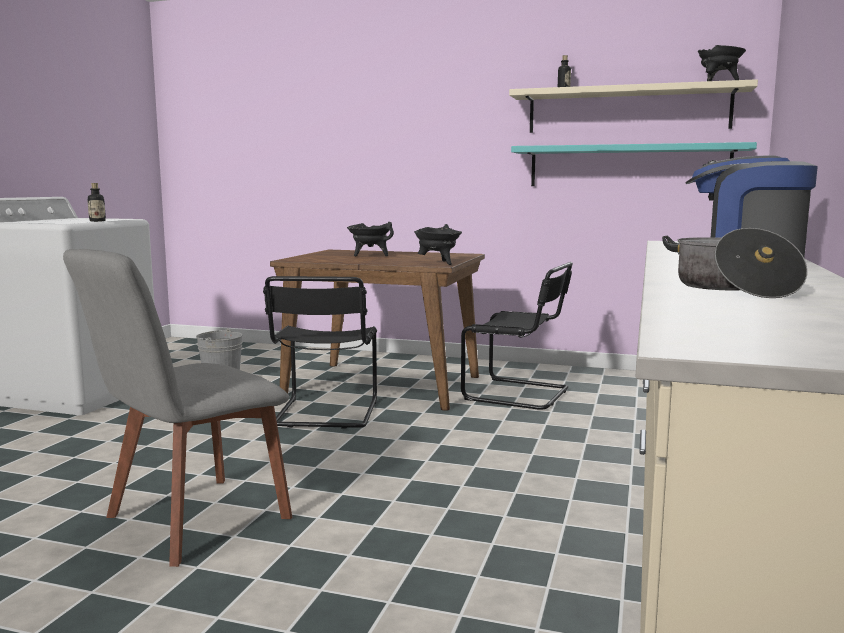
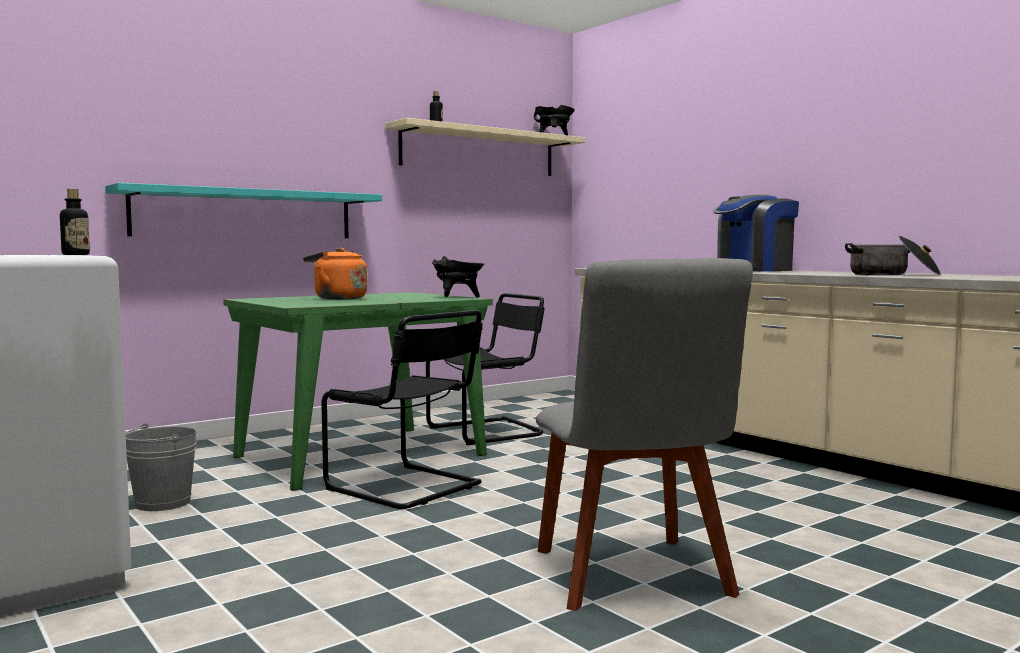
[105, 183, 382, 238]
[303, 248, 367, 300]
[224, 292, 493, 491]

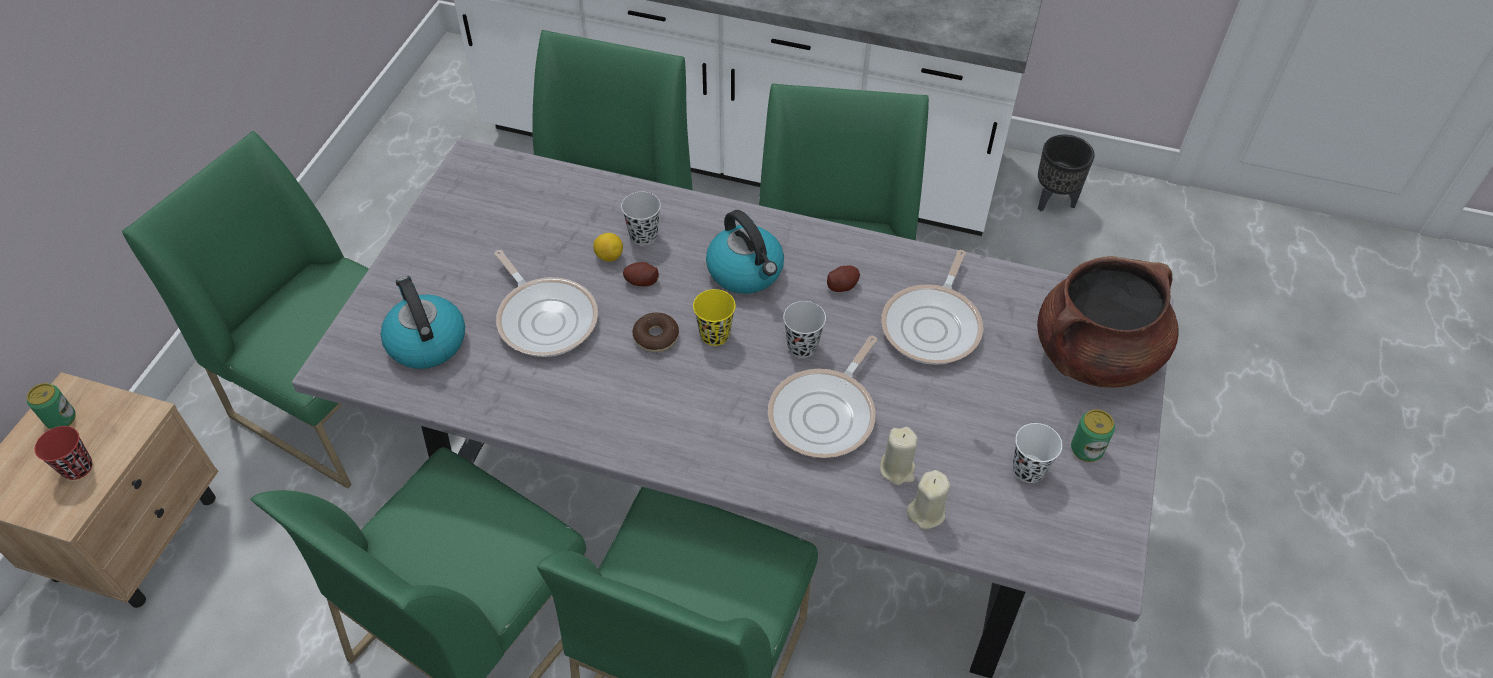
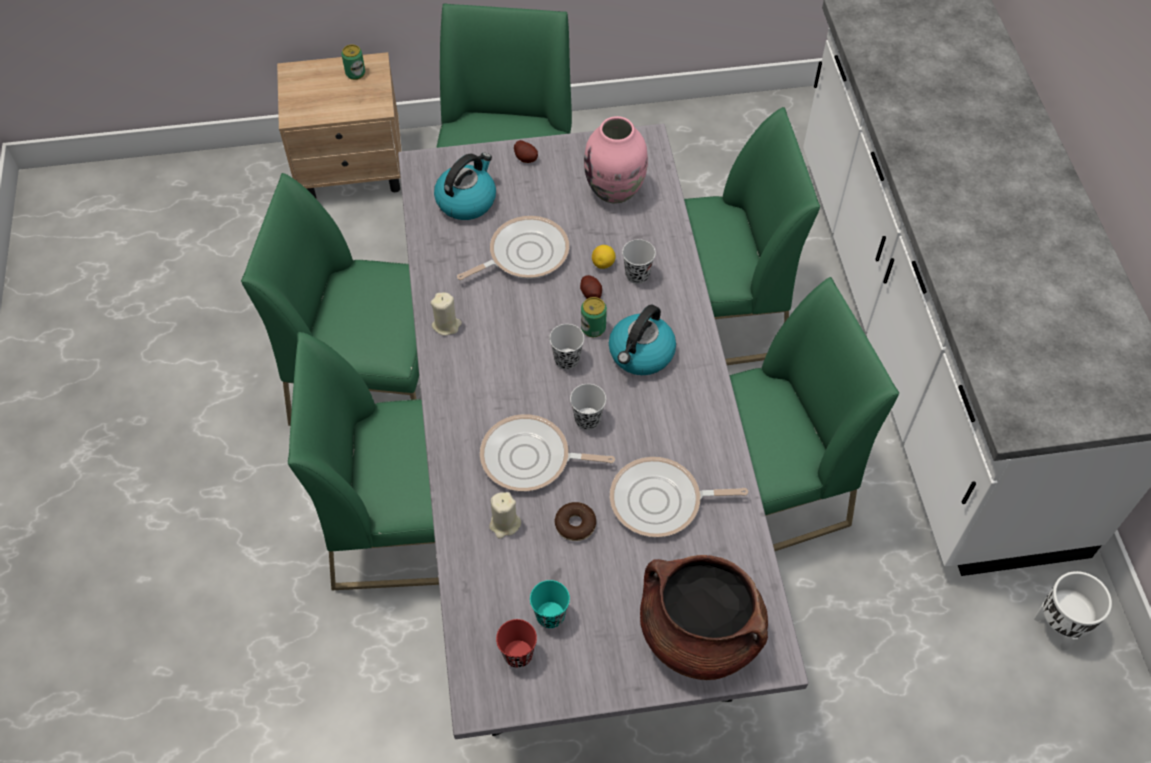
[584, 116, 648, 204]
[496, 619, 537, 668]
[554, 502, 596, 541]
[514, 140, 538, 163]
[431, 293, 462, 336]
[581, 297, 607, 337]
[549, 324, 584, 370]
[530, 580, 570, 628]
[1034, 571, 1112, 650]
[457, 216, 569, 280]

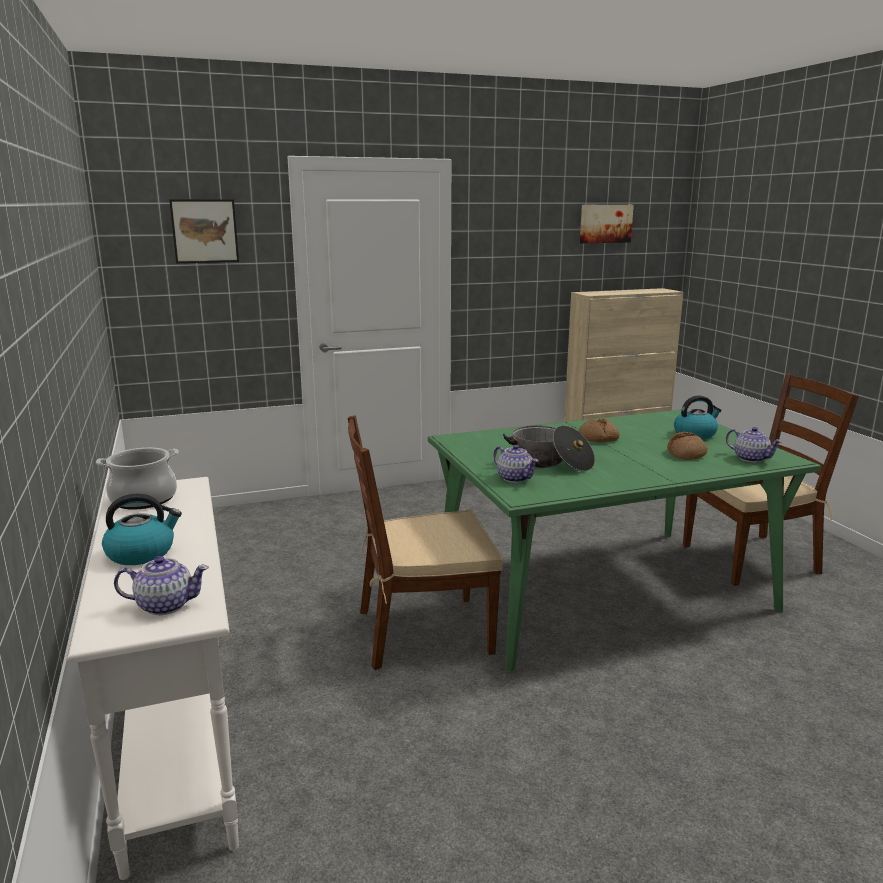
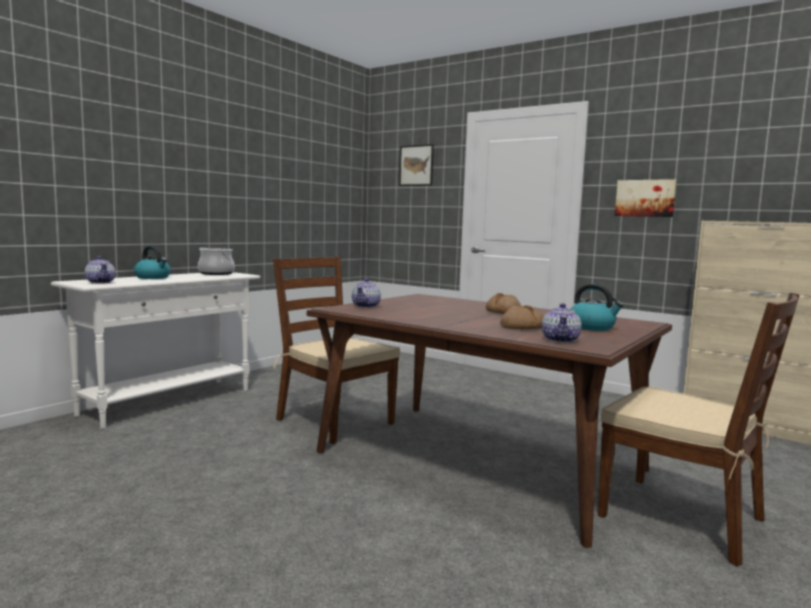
[503, 425, 595, 472] (first image)
[615, 179, 677, 217]
[307, 294, 672, 548]

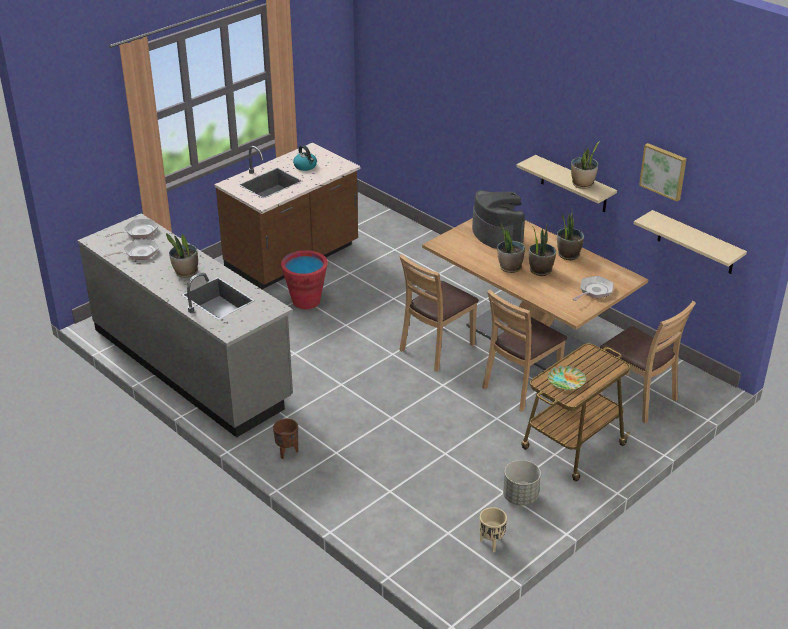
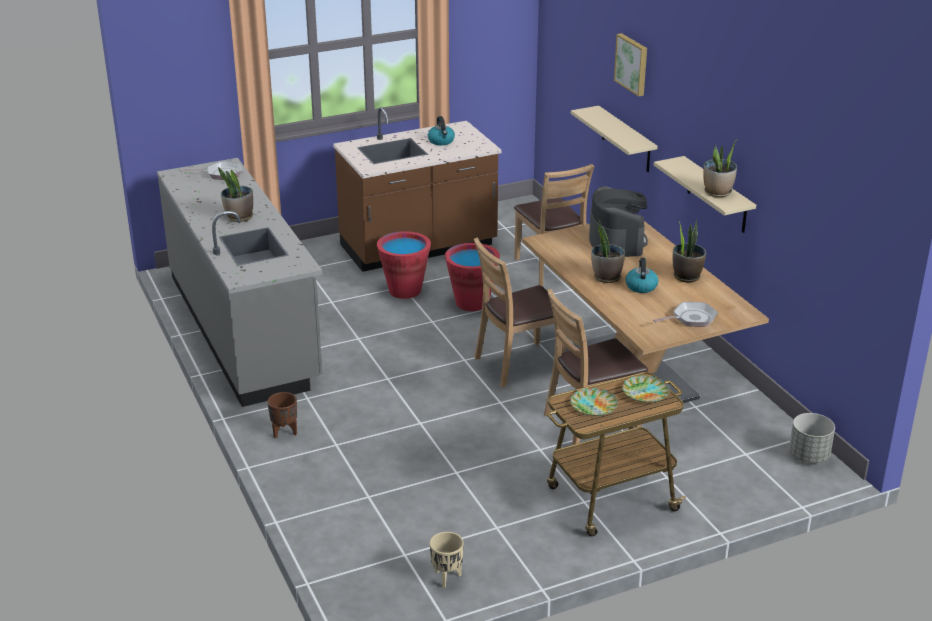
[103, 240, 159, 260] (first image)
[445, 243, 500, 311]
[622, 375, 670, 403]
[789, 413, 835, 463]
[514, 164, 595, 287]
[571, 106, 658, 172]
[614, 33, 647, 97]
[625, 258, 658, 293]

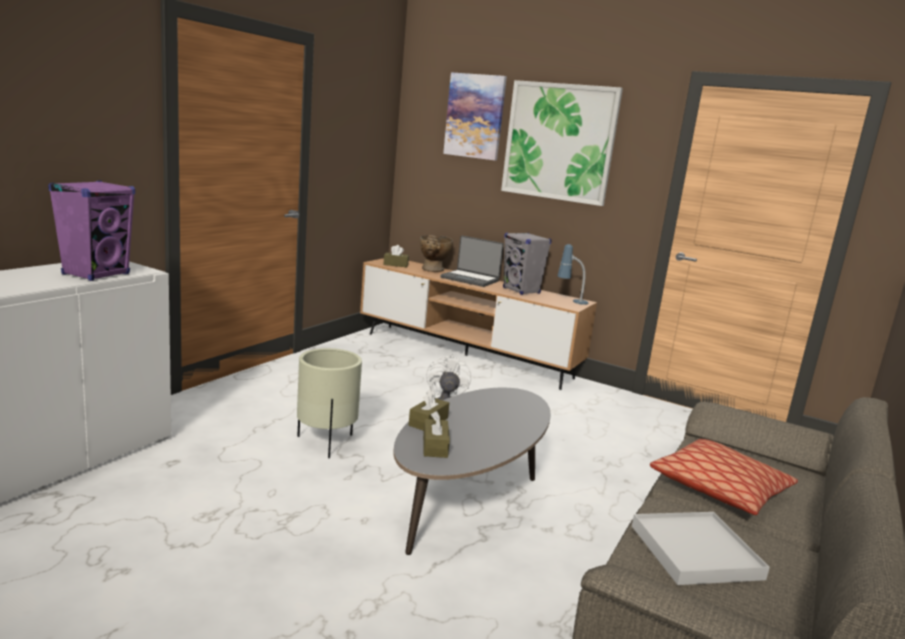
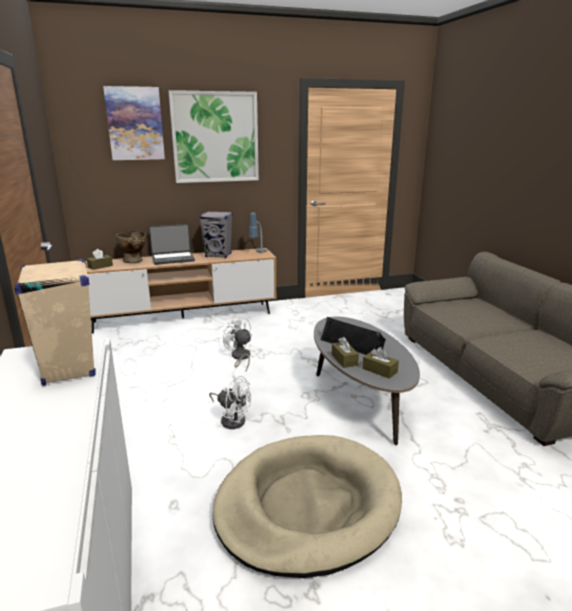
[632, 512, 770, 585] (first image)
[650, 439, 798, 515] (first image)
[213, 435, 402, 578]
[320, 317, 386, 355]
[209, 375, 251, 429]
[14, 259, 96, 386]

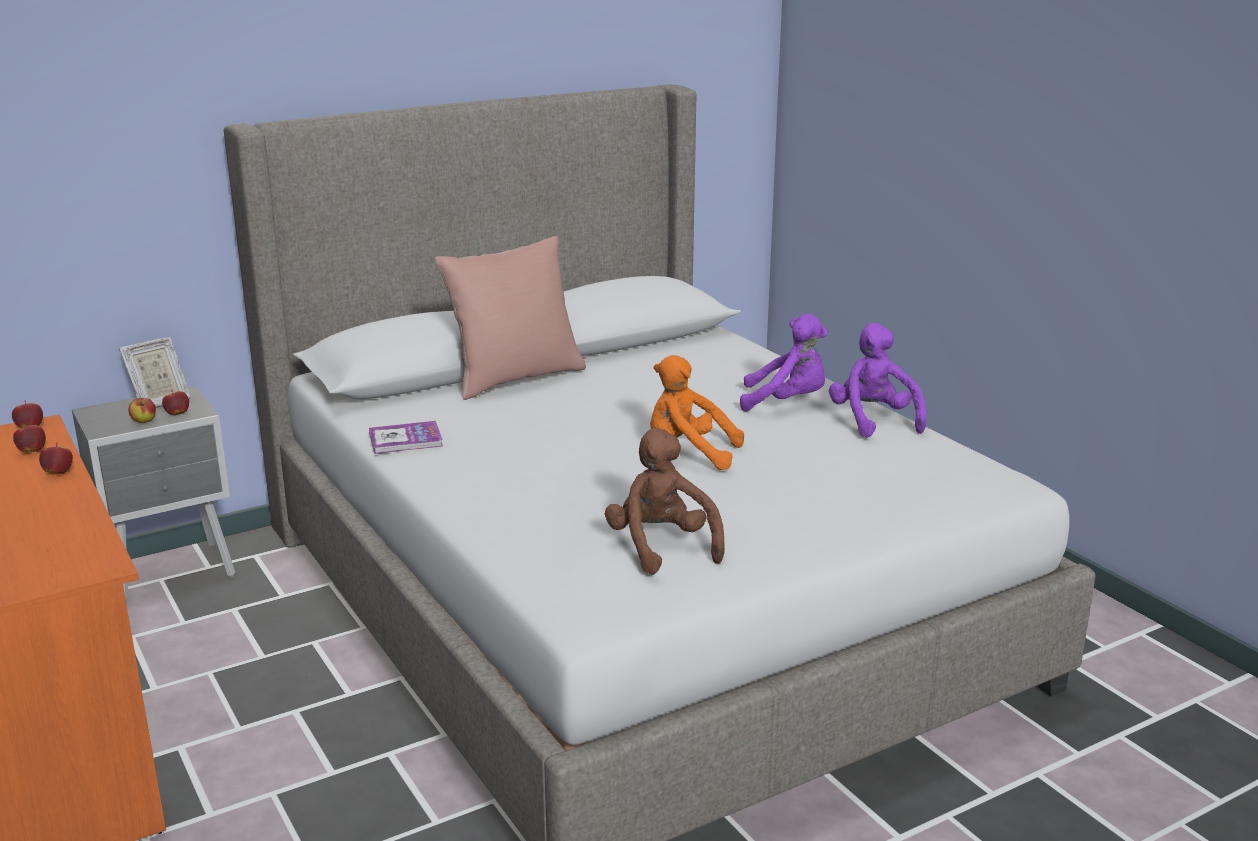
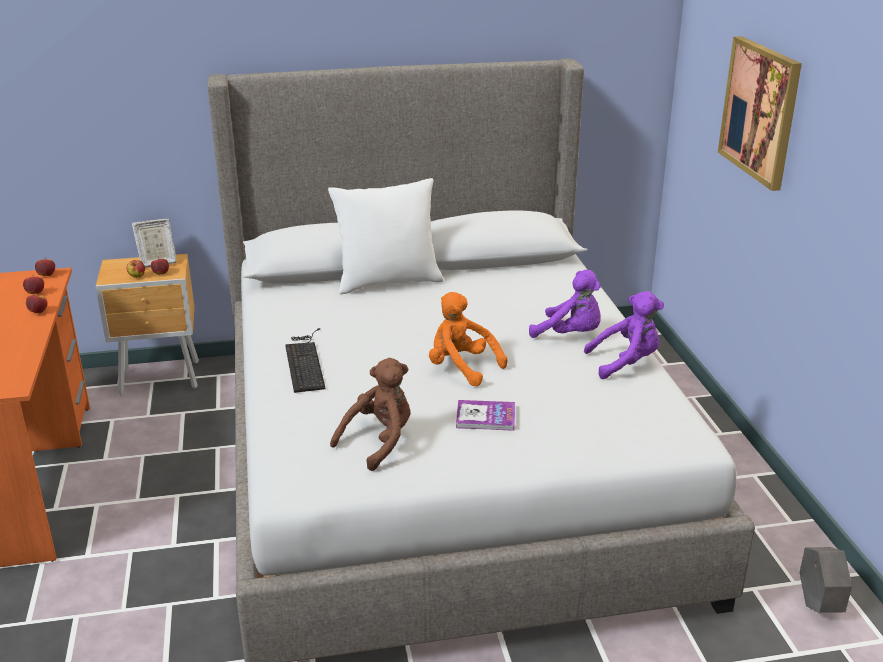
[285, 328, 326, 393]
[718, 36, 802, 191]
[800, 547, 852, 613]
[456, 400, 515, 431]
[96, 254, 199, 395]
[328, 178, 444, 295]
[330, 358, 411, 471]
[584, 291, 664, 379]

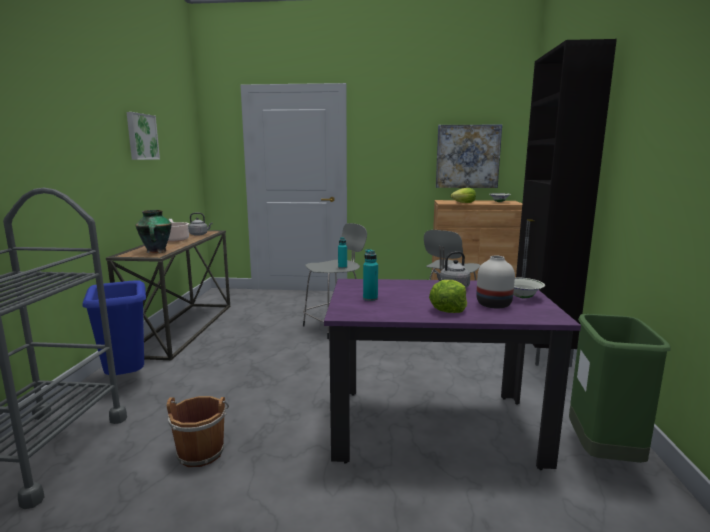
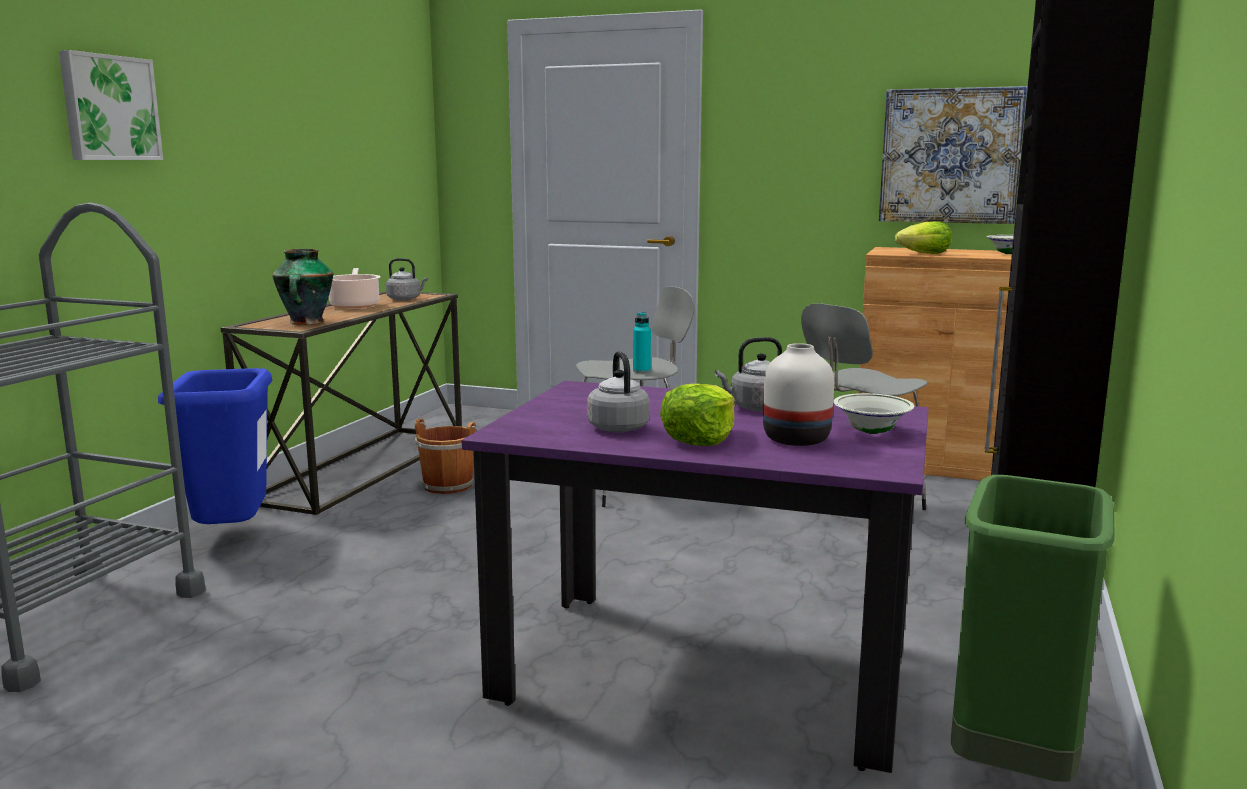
[363, 249, 378, 301] (first image)
[587, 351, 650, 432]
[59, 50, 163, 160]
[415, 419, 478, 494]

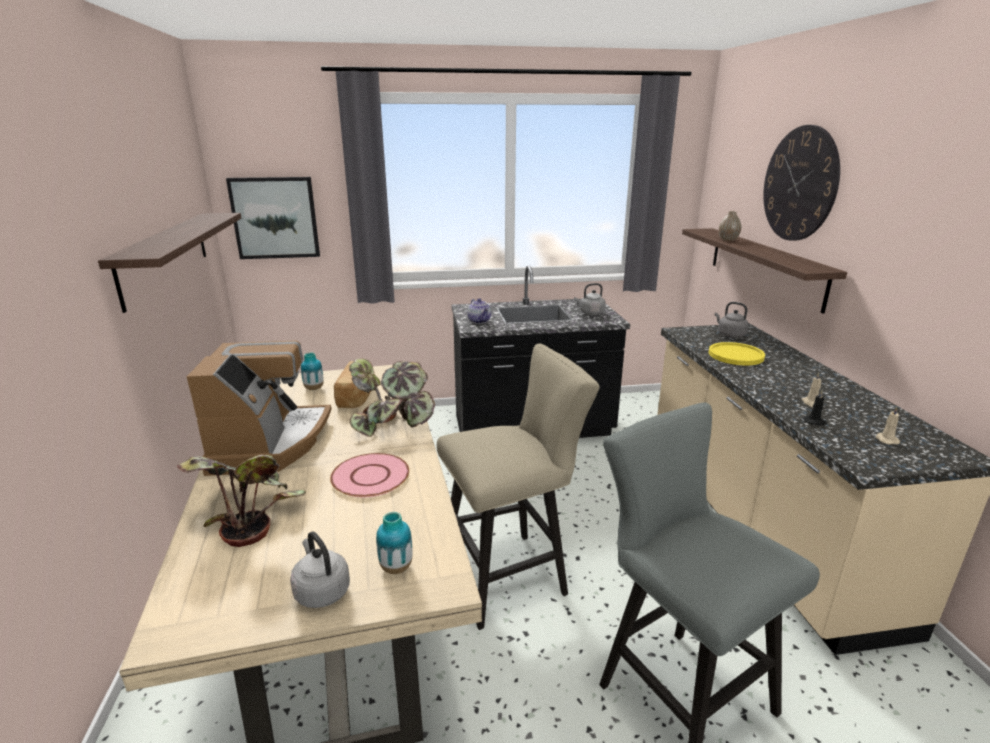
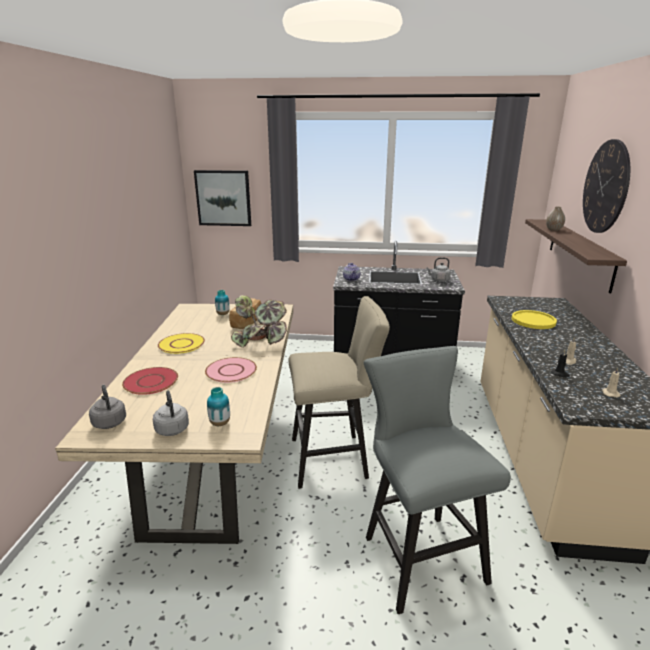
[98, 213, 241, 313] (first image)
[89, 385, 126, 429]
[122, 367, 178, 395]
[158, 333, 205, 354]

